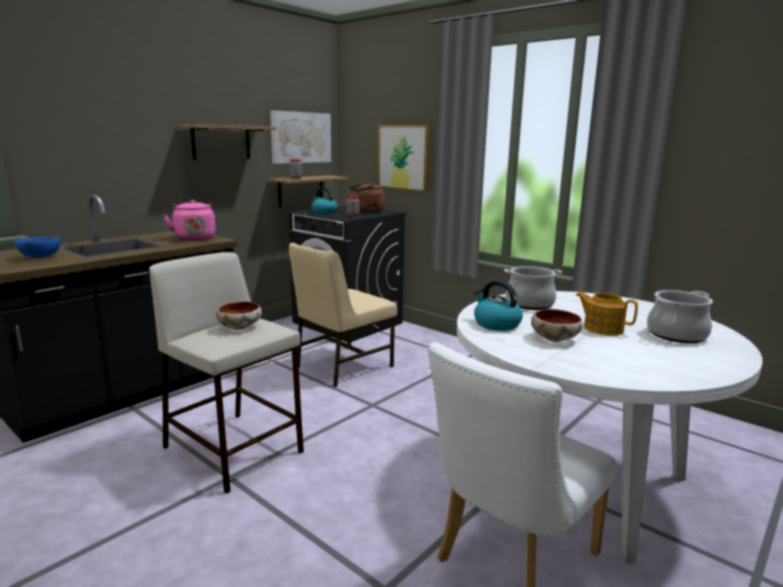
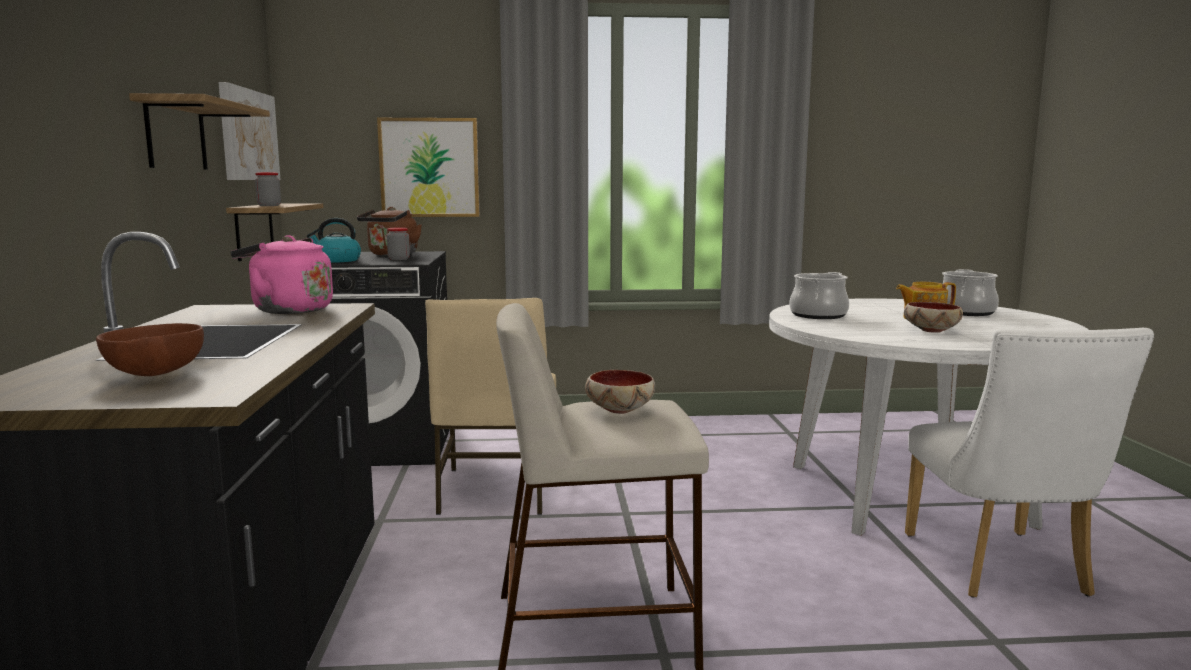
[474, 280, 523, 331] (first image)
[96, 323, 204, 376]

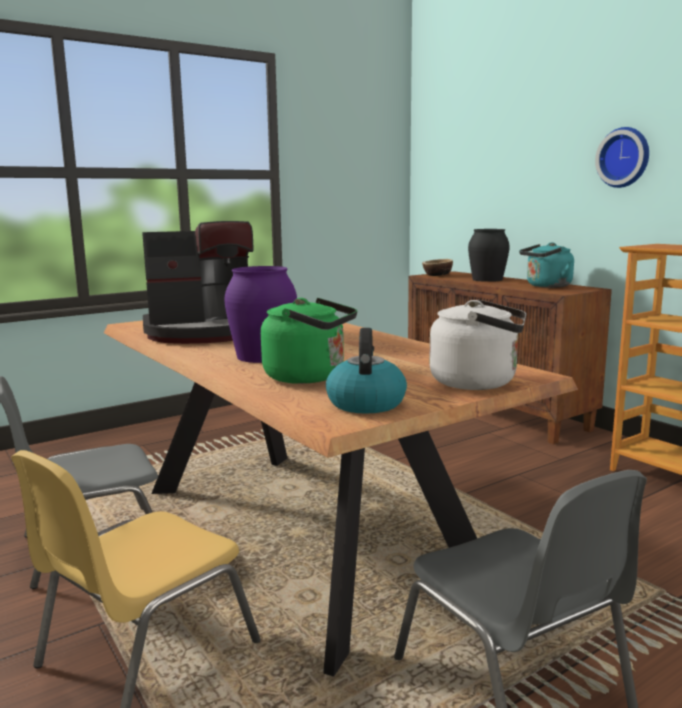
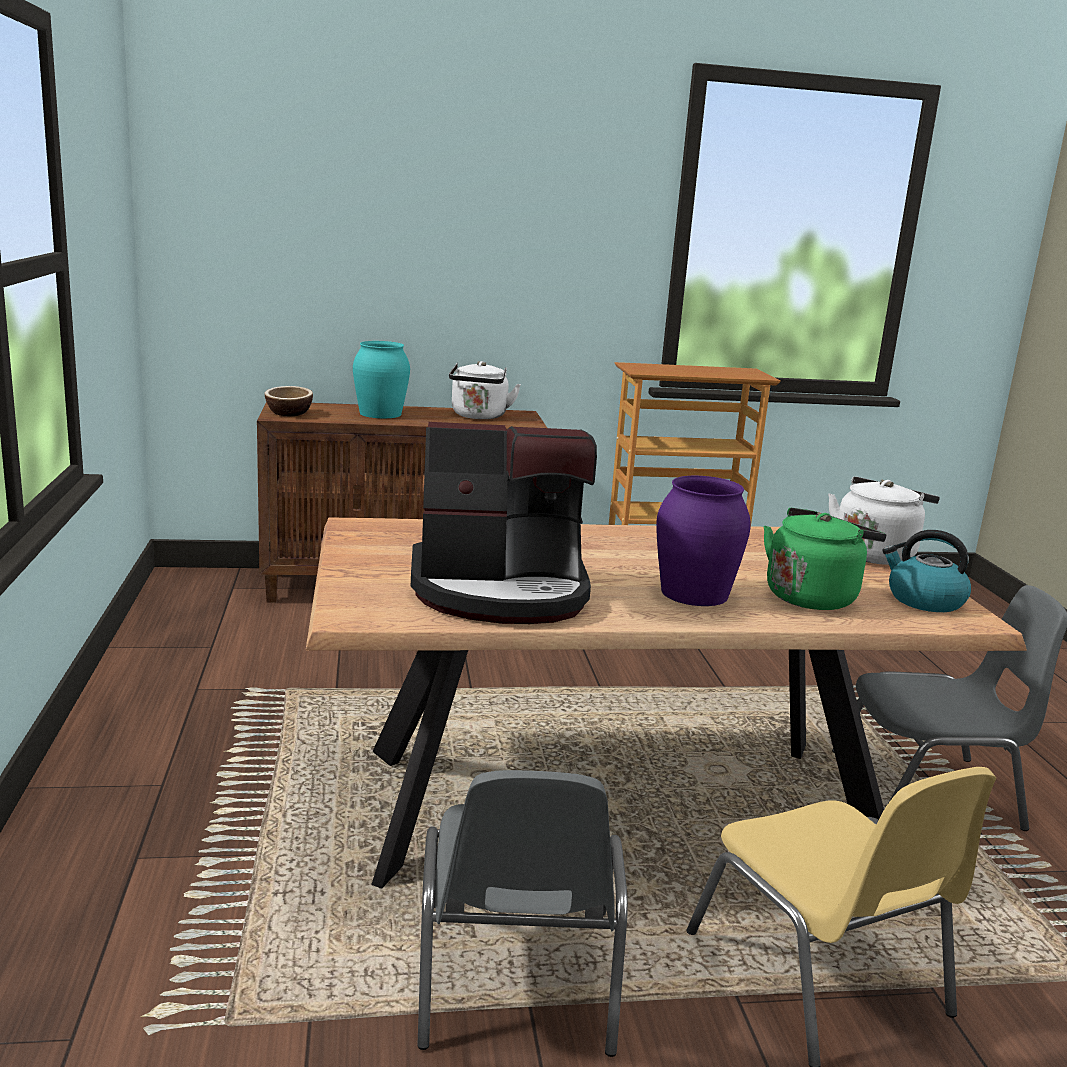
[595, 127, 649, 188] (first image)
[353, 341, 410, 418]
[449, 361, 521, 419]
[411, 422, 597, 624]

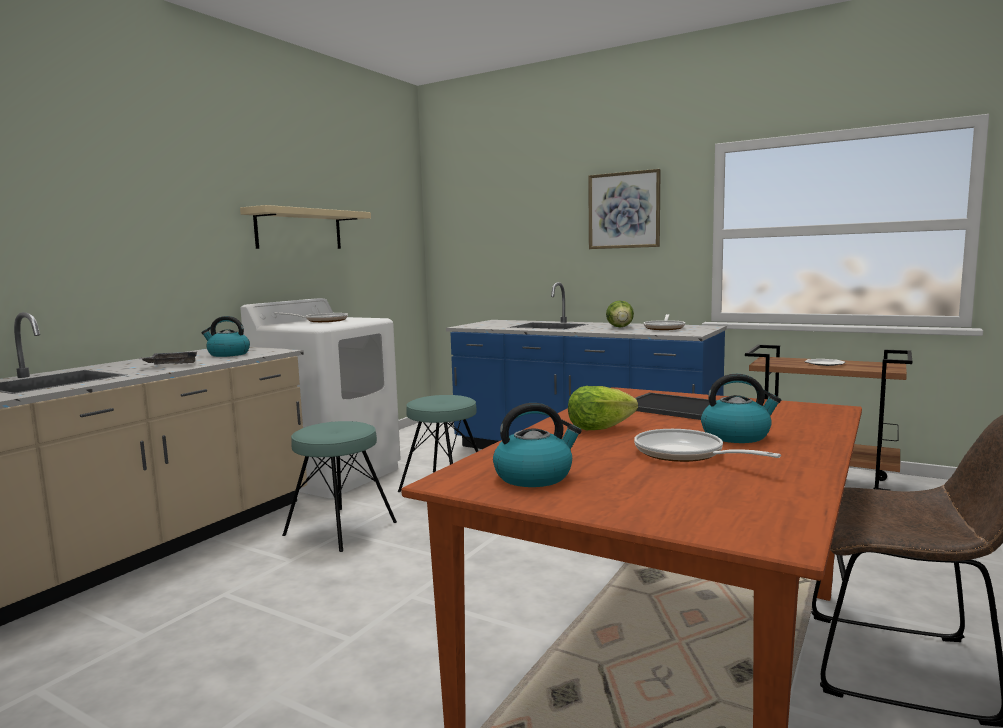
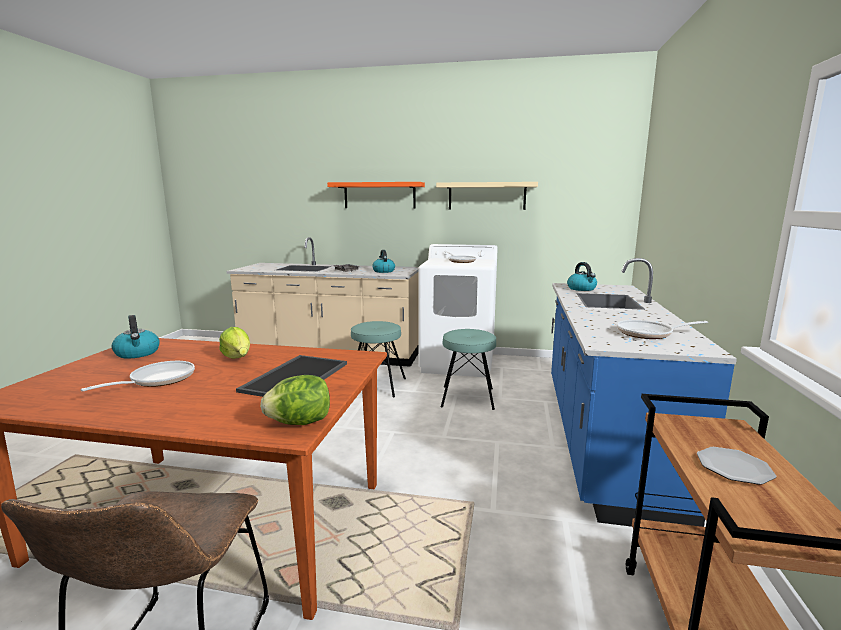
[588, 169, 661, 249] (first image)
[327, 182, 425, 208]
[260, 375, 330, 425]
[567, 262, 597, 291]

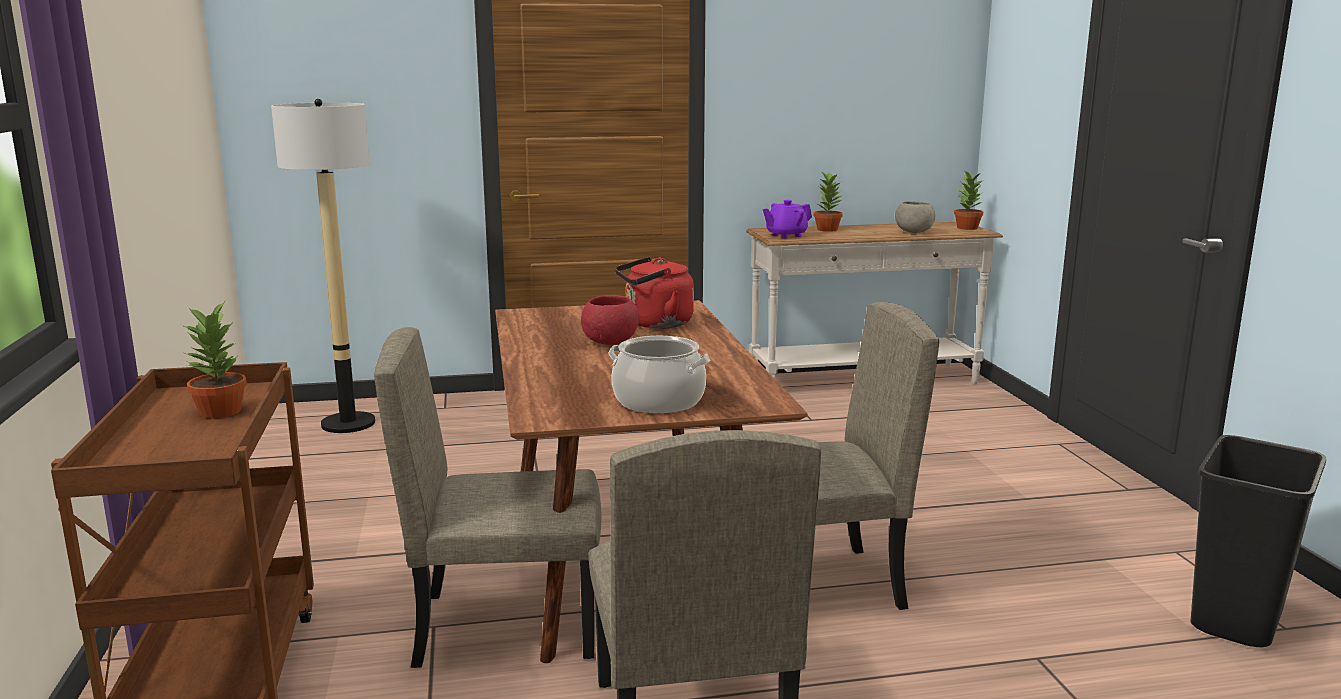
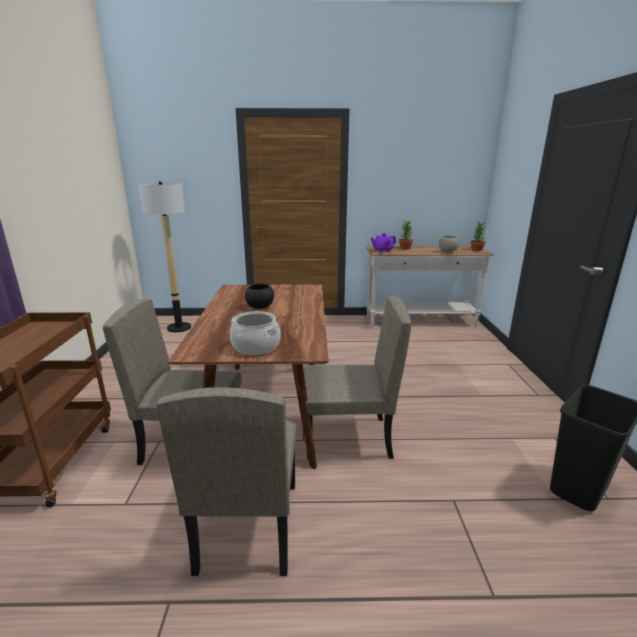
[182, 301, 247, 418] (first image)
[615, 257, 694, 329] (first image)
[245, 283, 274, 309]

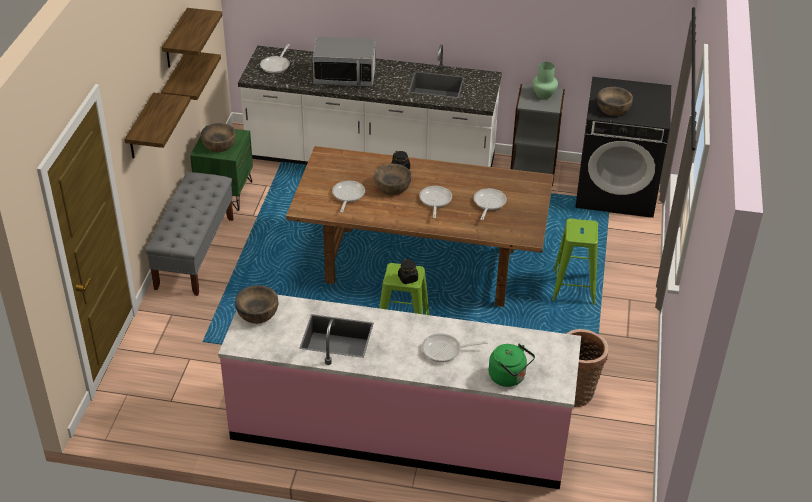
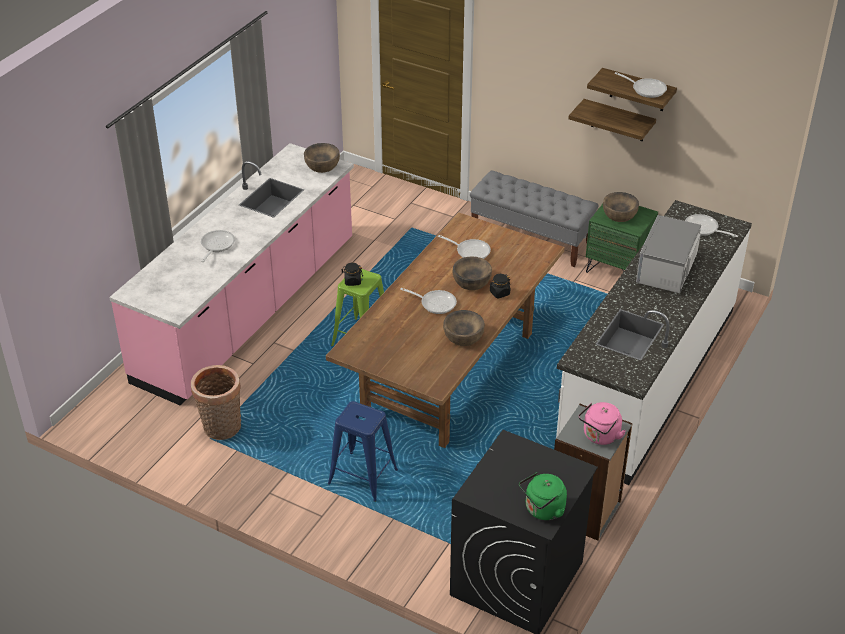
[124, 93, 191, 158] (first image)
[615, 72, 667, 98]
[519, 472, 567, 520]
[443, 310, 485, 346]
[578, 402, 626, 445]
[328, 401, 398, 502]

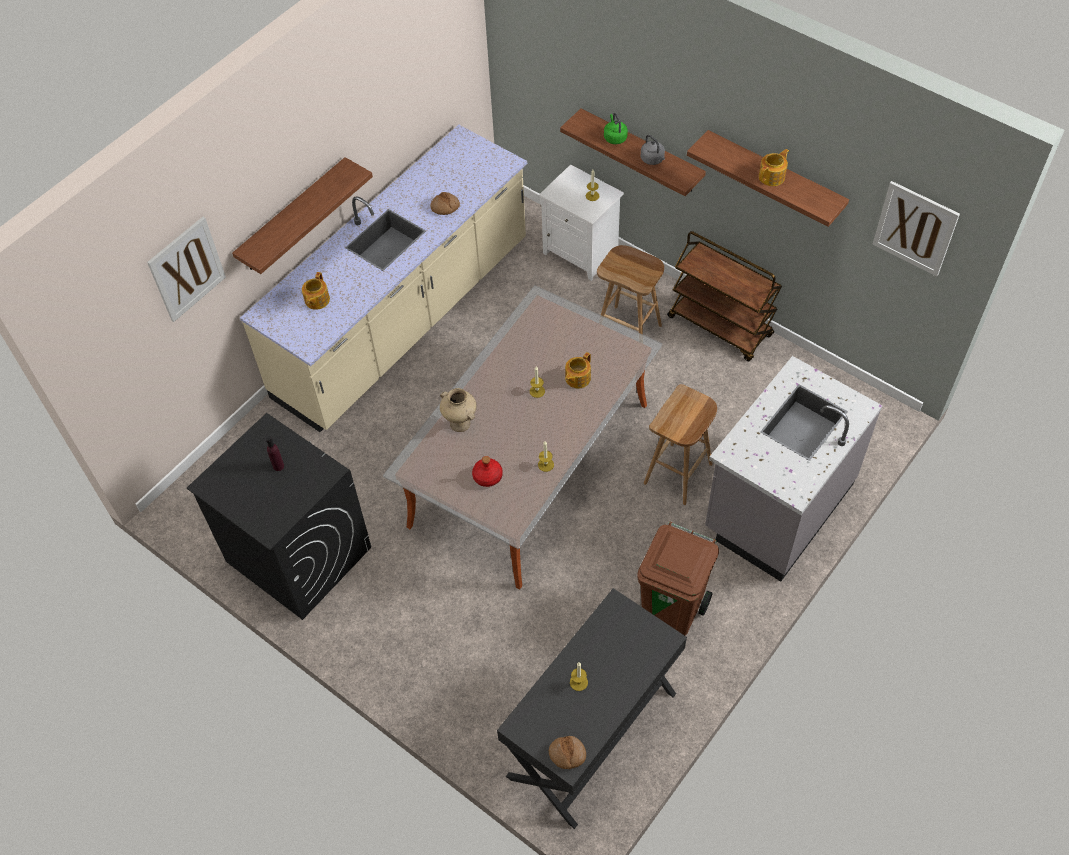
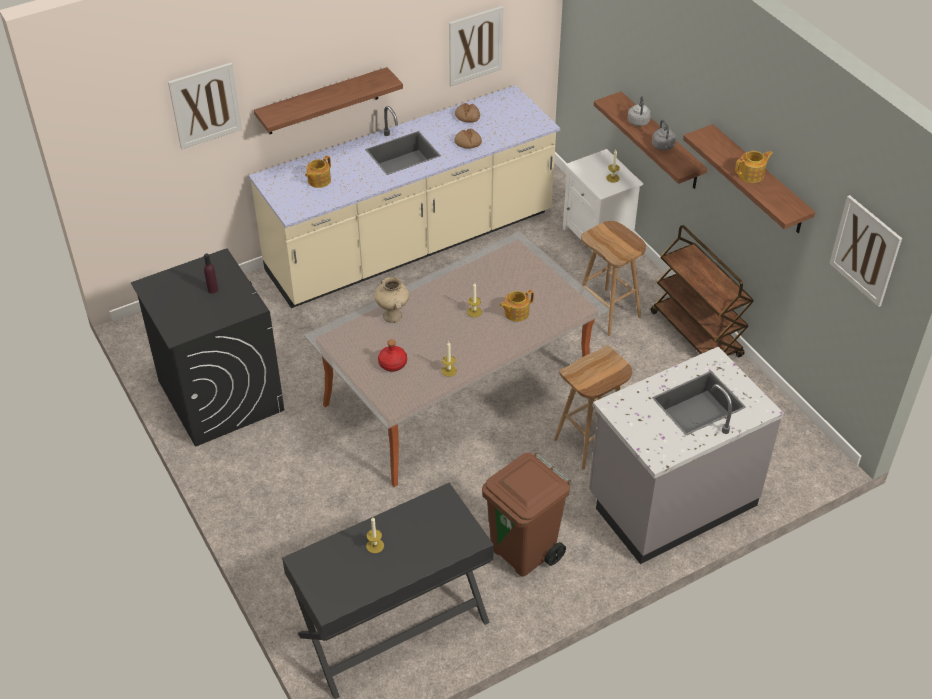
[449, 6, 503, 86]
[455, 103, 480, 123]
[628, 96, 651, 126]

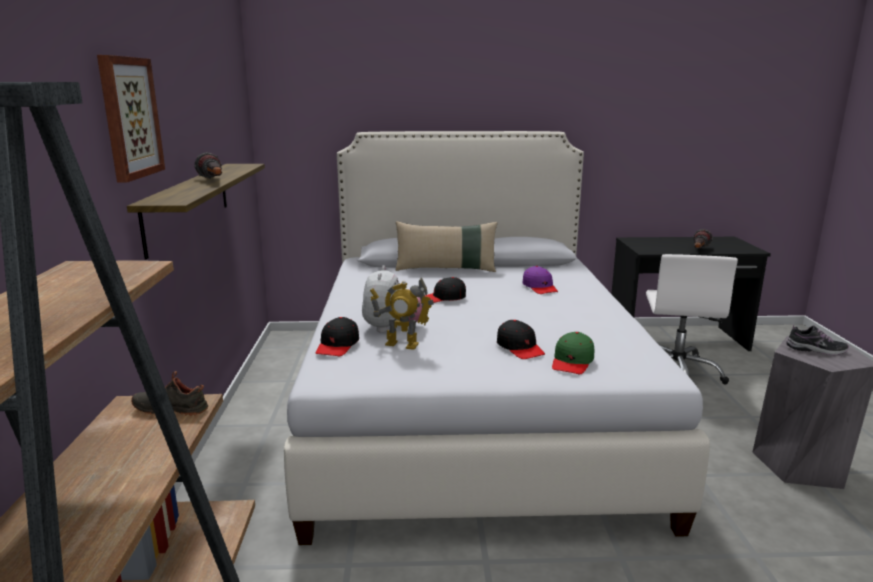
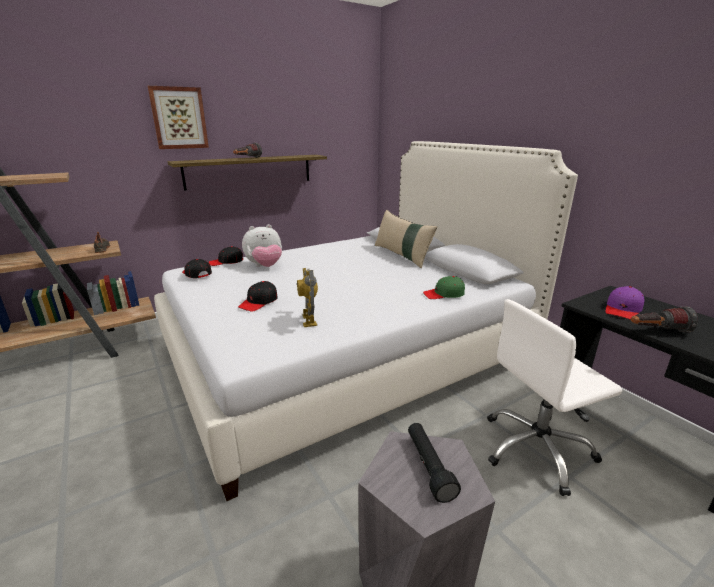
[297, 268, 318, 327]
[182, 259, 212, 278]
[606, 286, 645, 320]
[423, 276, 465, 299]
[408, 423, 461, 503]

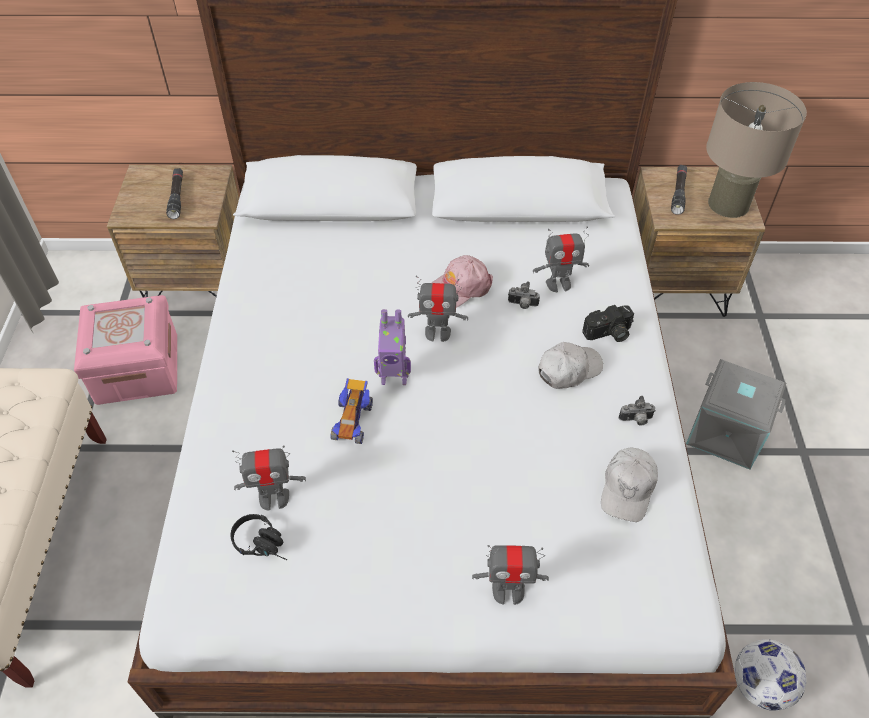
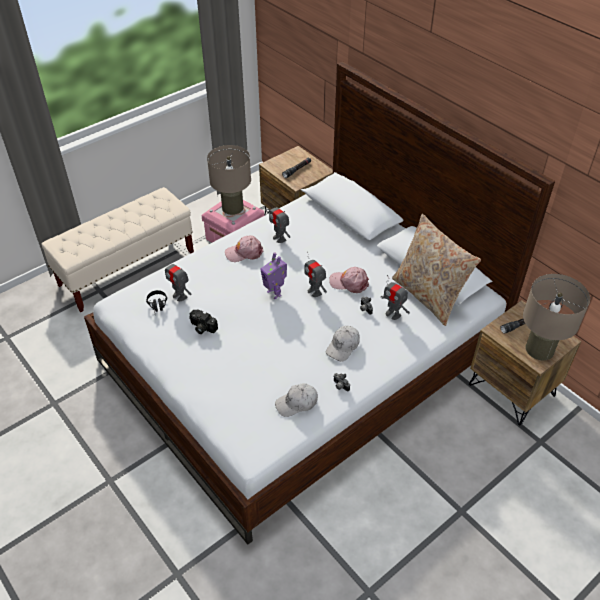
[330, 378, 373, 444] (first image)
[686, 359, 786, 470] (first image)
[735, 639, 807, 711] (first image)
[207, 145, 251, 215]
[225, 236, 263, 262]
[392, 214, 481, 326]
[269, 200, 290, 243]
[189, 309, 218, 334]
[326, 326, 360, 362]

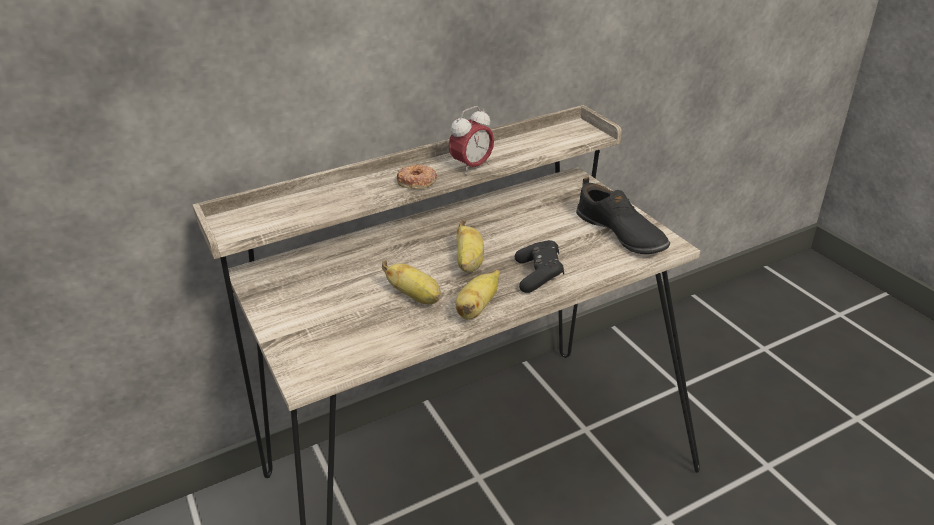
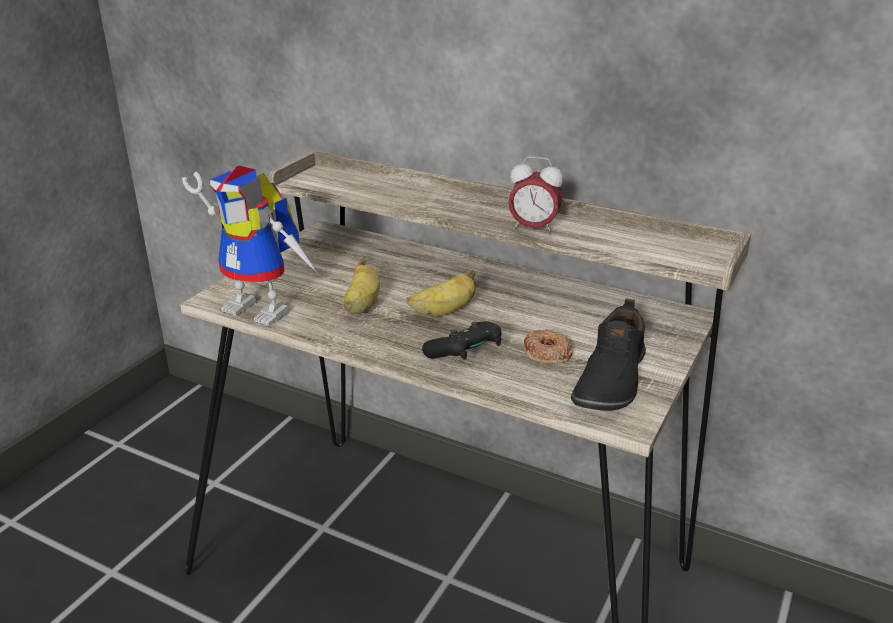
[455, 270, 500, 320] (first image)
[182, 166, 320, 326]
[524, 329, 573, 364]

